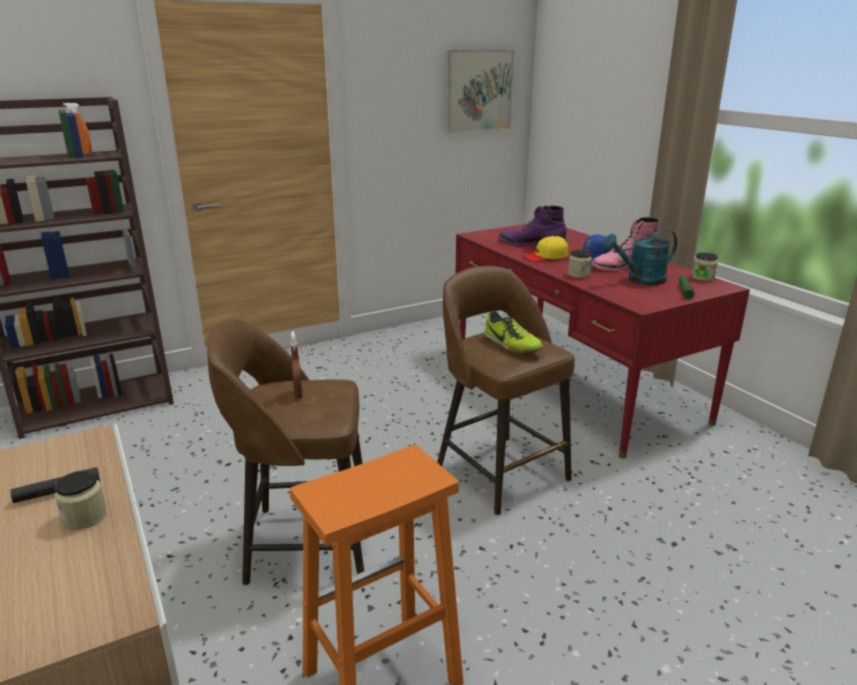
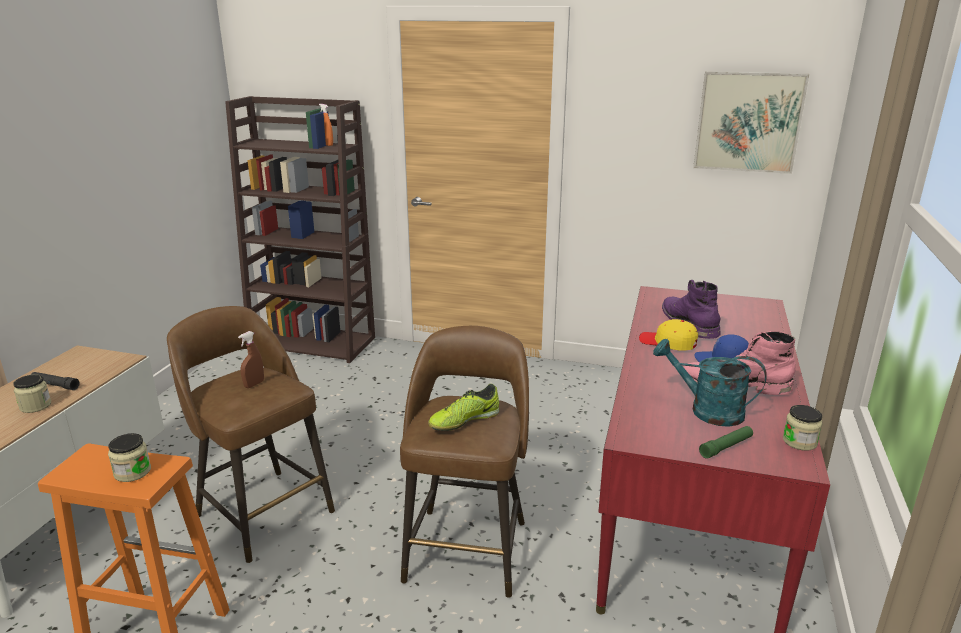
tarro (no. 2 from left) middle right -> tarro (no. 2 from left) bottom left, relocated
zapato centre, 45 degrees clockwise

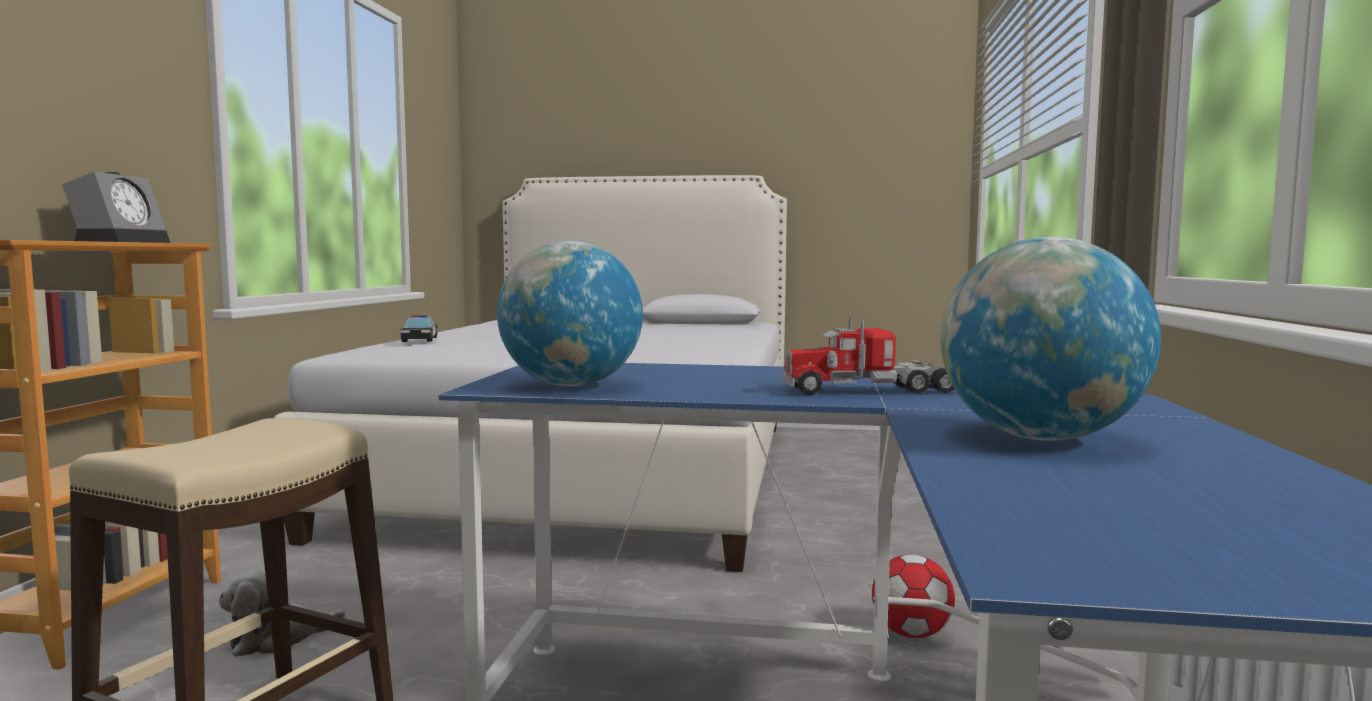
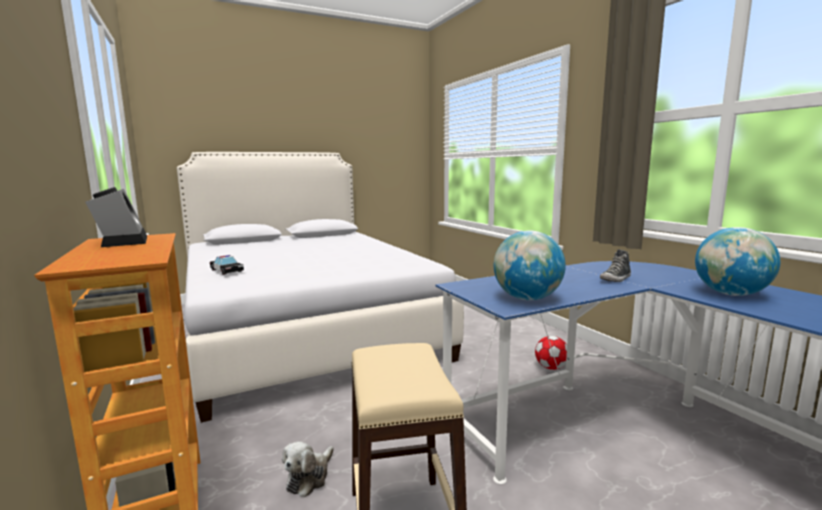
camión de juguete centre -> zapato middle right

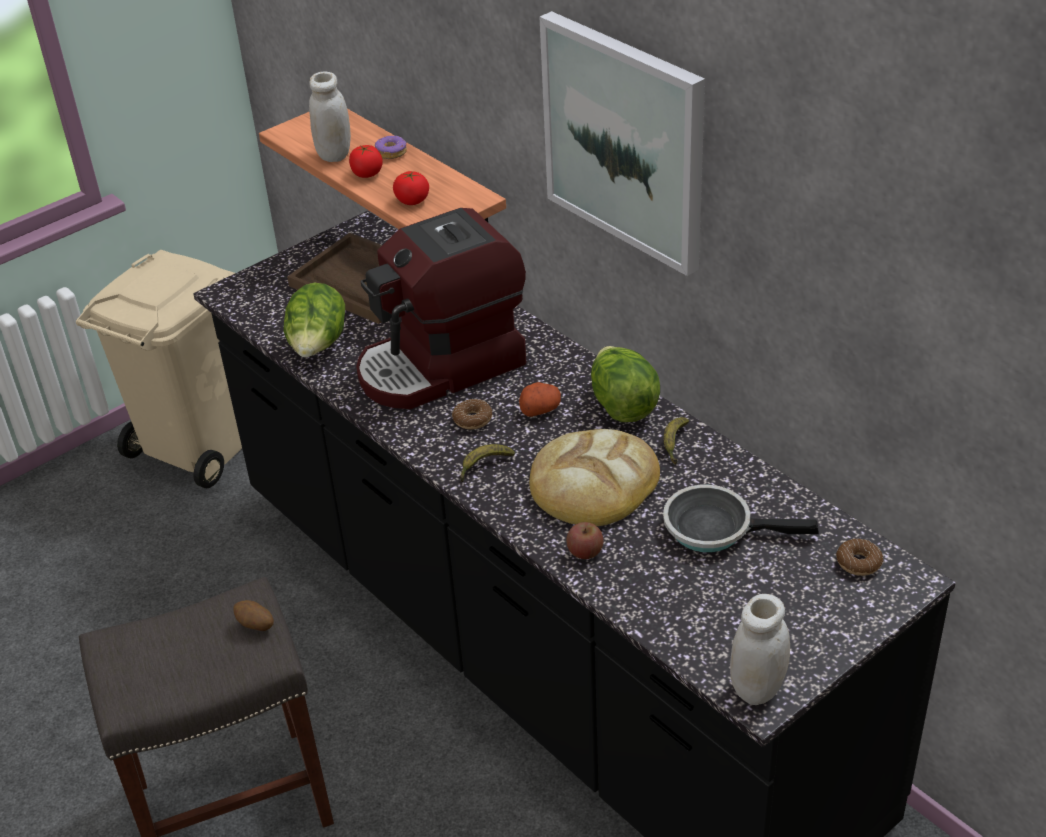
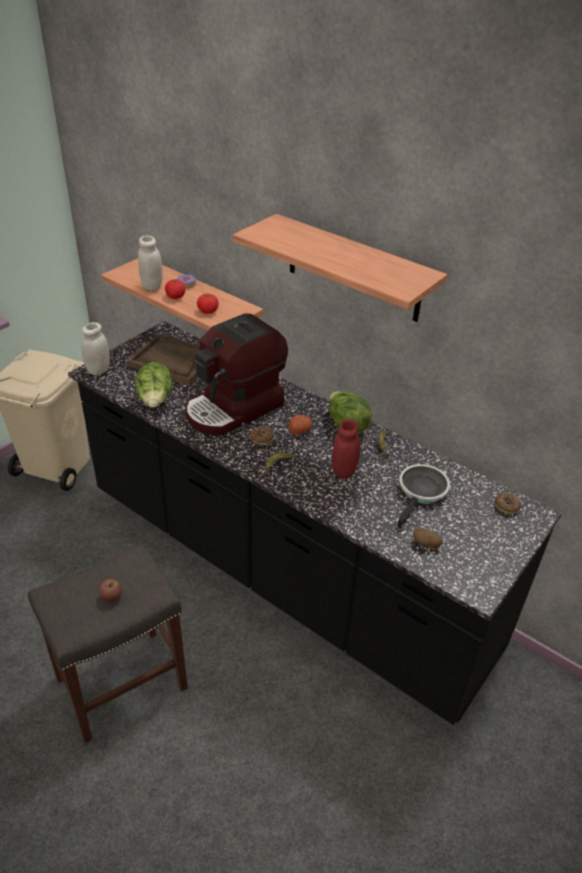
patata (no. 1 from left in the first image) bottom left -> patata (no. 2 from left) middle right, relocated
manzana centre -> manzana bottom left, relocated
tarro (blanco) (no. 2 from left in the first image) bottom right -> tarro (blanco) (no. 1 from left) middle left, relocated
pan centre -> tarro (rojo) centre
cuadro top centre -> estante (no. 2 from left) top centre
sartén middle right, 120 degrees clockwise

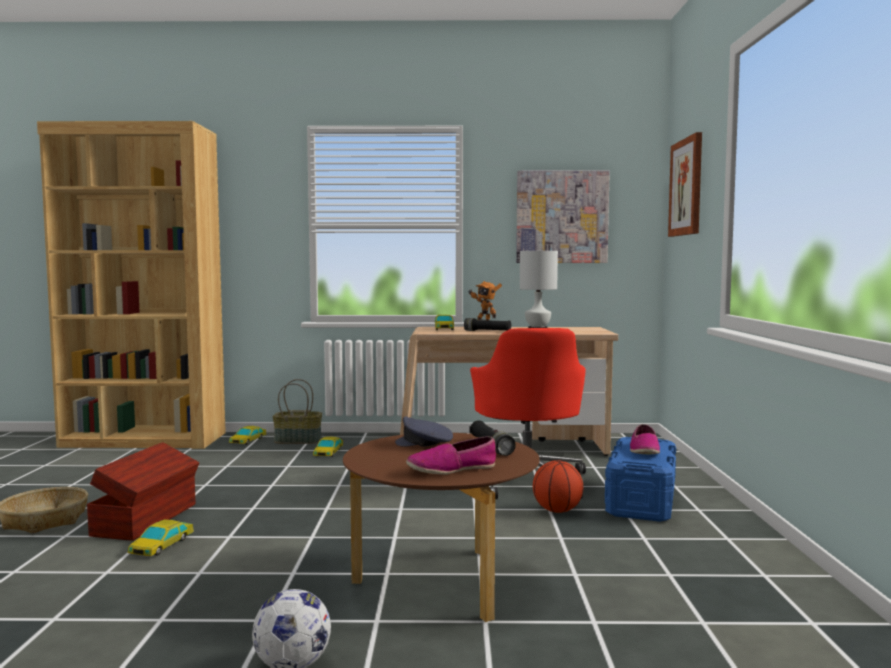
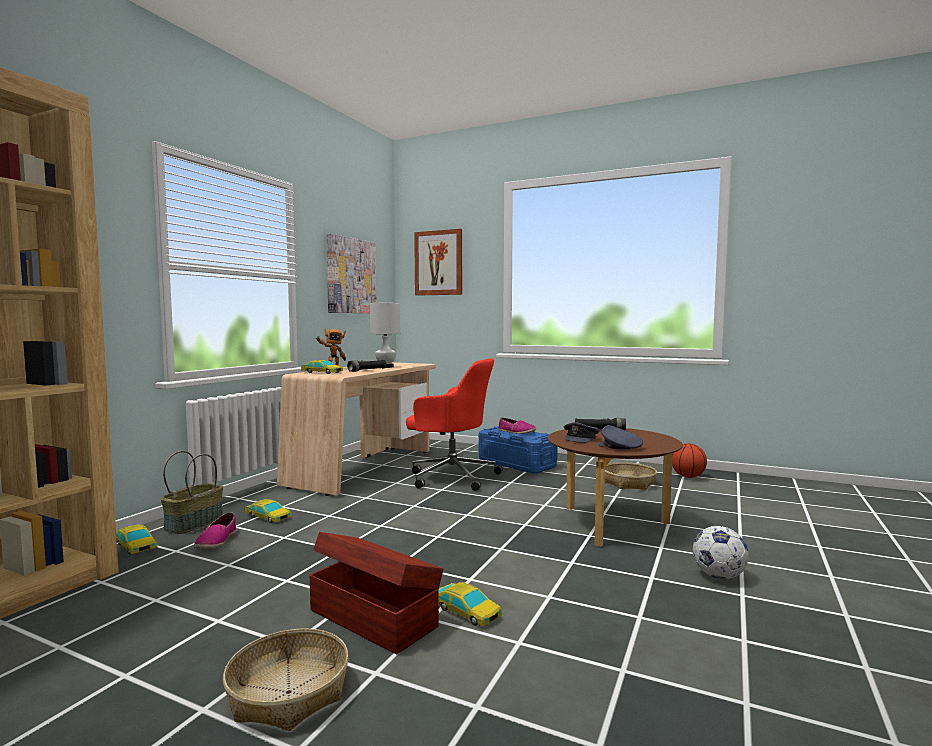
none -> gorra (gris) (no. 2 from left) centre
none -> cesta (no. 3 from left) middle right
zapato (no. 1 from left) bottom centre -> zapato (no. 1 from left) bottom left, relocated
balón de baloncesto bottom centre -> balón de baloncesto middle right, relocated

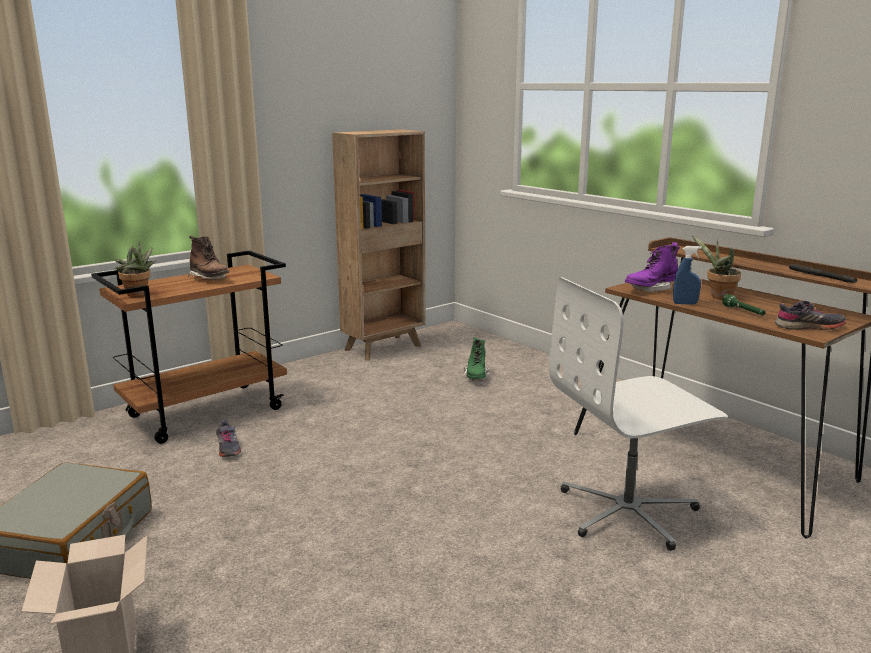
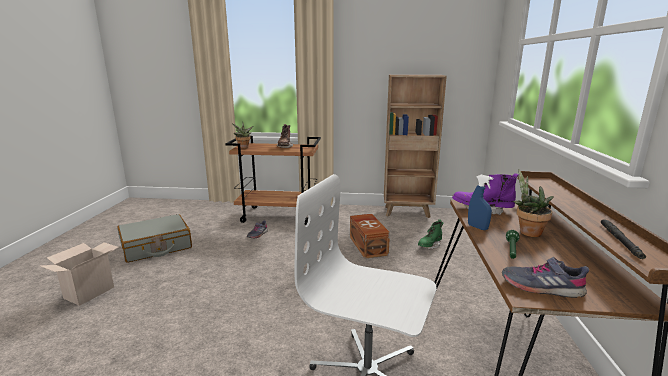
none -> caja de almacenaje (marrón) centre
zapato (gris) (no. 2 from left) middle right -> zapato (gris) (no. 2 from left) bottom right, 150 degrees clockwise

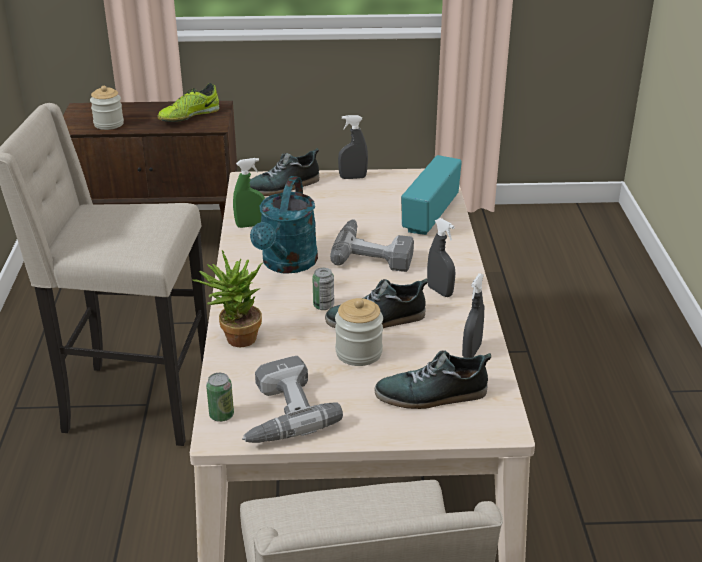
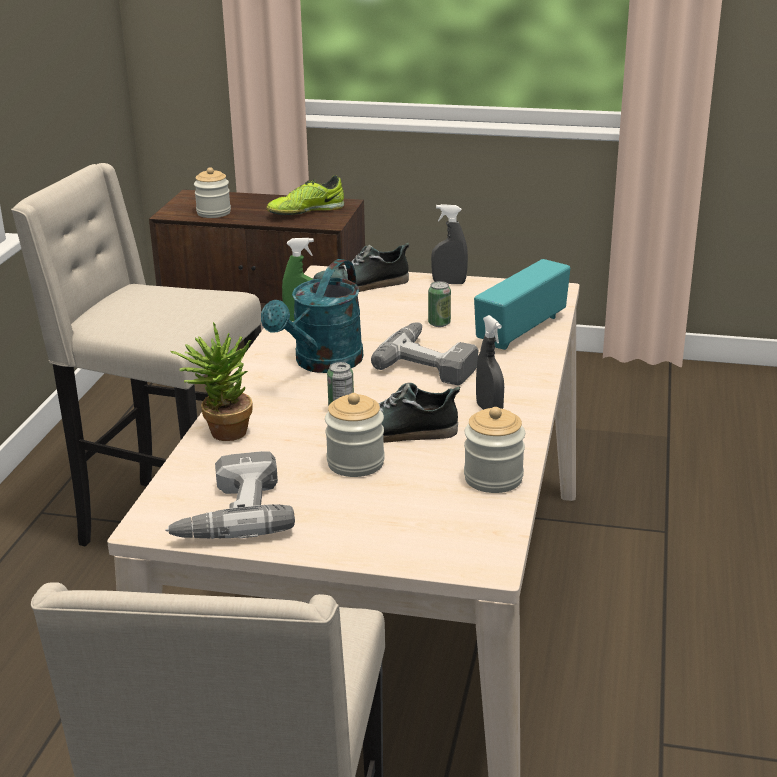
zapato (no. 4 from left) bottom centre -> none
lata (no. 1 from left in the first image) bottom left -> lata (no. 2 from left) centre, relocated
pulverizador (gris) (no. 3 from left) middle right -> tarro (no. 3 from left) centre

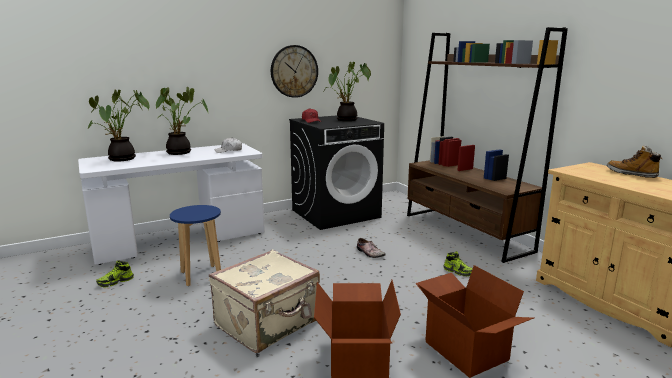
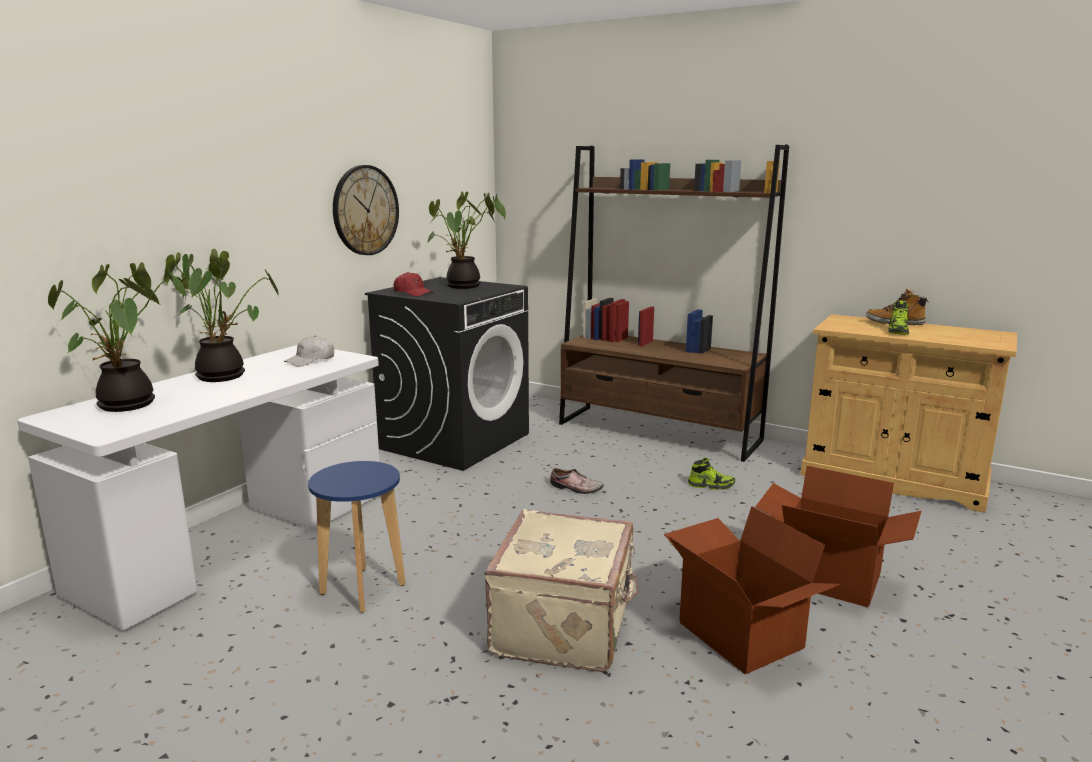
zapato (no. 1 from left in the first image) bottom left -> zapato (no. 3 from left) middle right, relocated

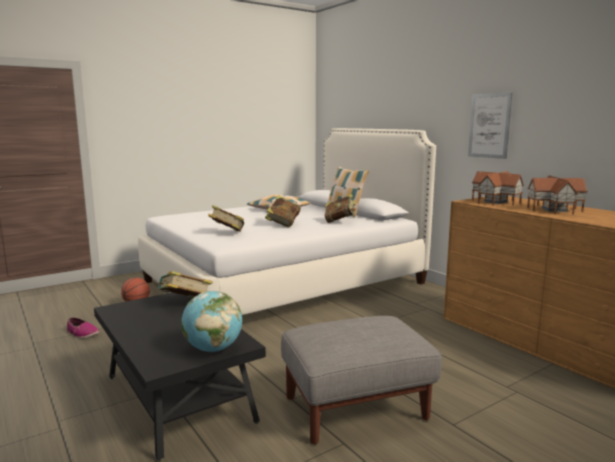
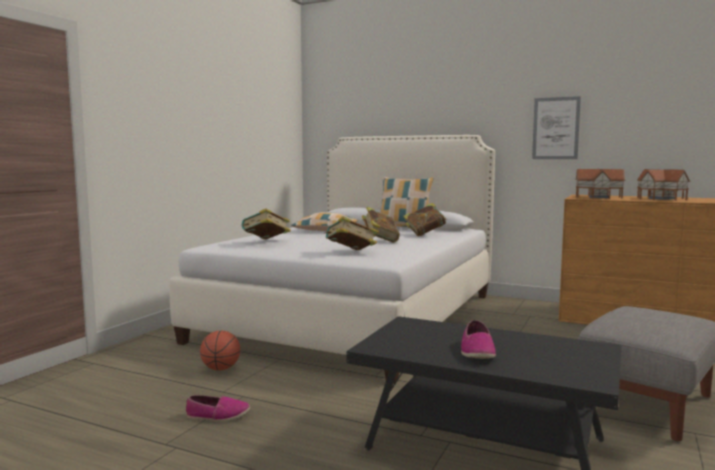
globo terráqueo bottom centre -> none
none -> zapato (no. 2 from left) bottom right
libro (no. 1 from left) middle left -> libro (no. 1 from left) centre, relocated

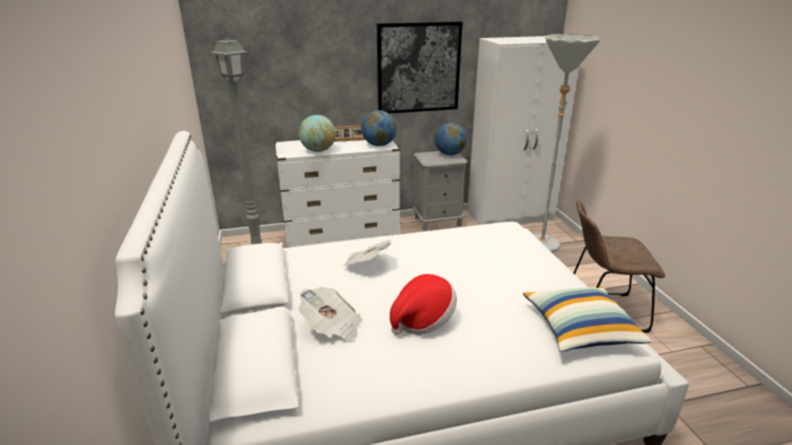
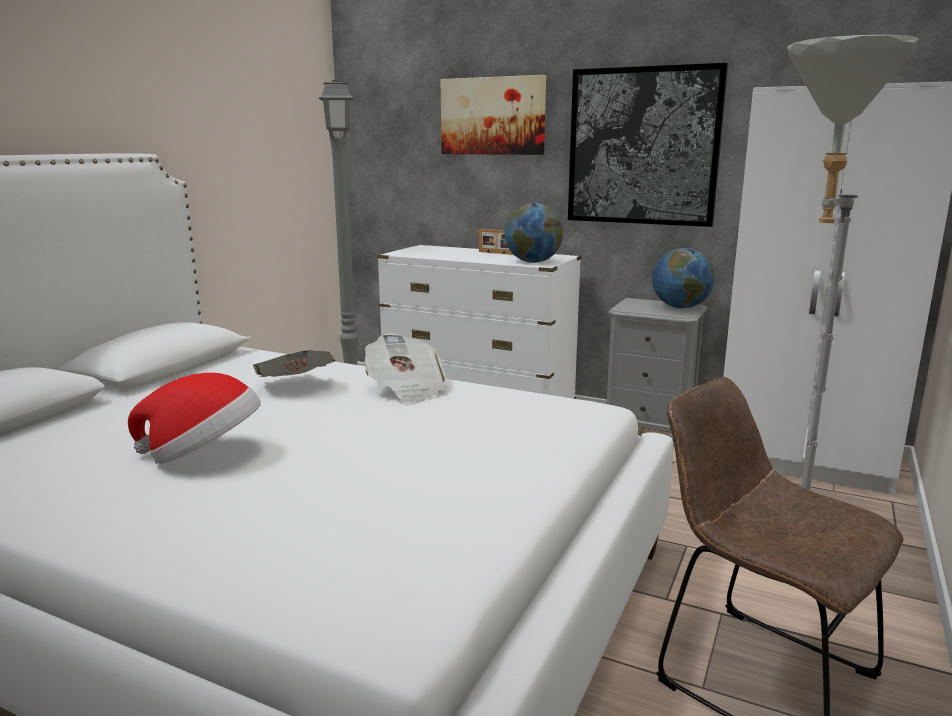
globo terráqueo (no. 1 from left) top centre -> none
cojín bottom right -> none
none -> cuadro (no. 1 from left) top centre
periódico (no. 1 from left in the first image) bottom centre -> periódico (no. 2 from left) centre, relocated

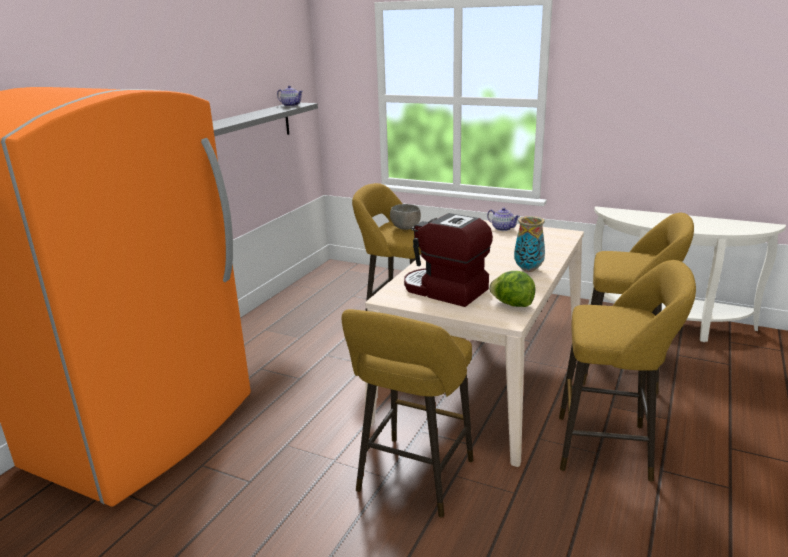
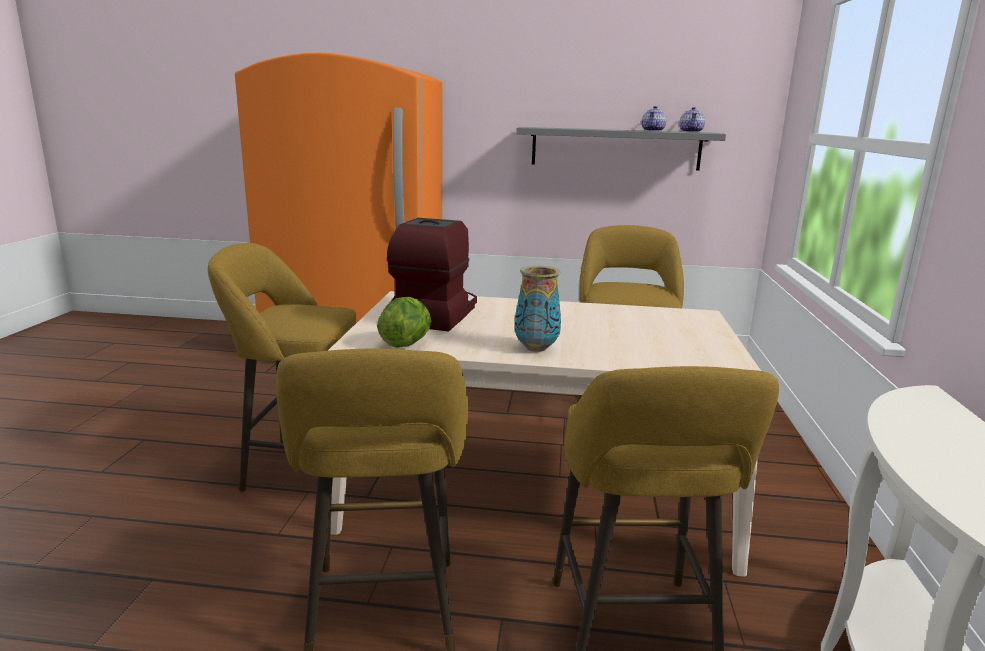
cuenco (gris) centre -> none
tetera (no. 2 from left in the first image) centre -> tetera (no. 1 from left) top centre, relocated

